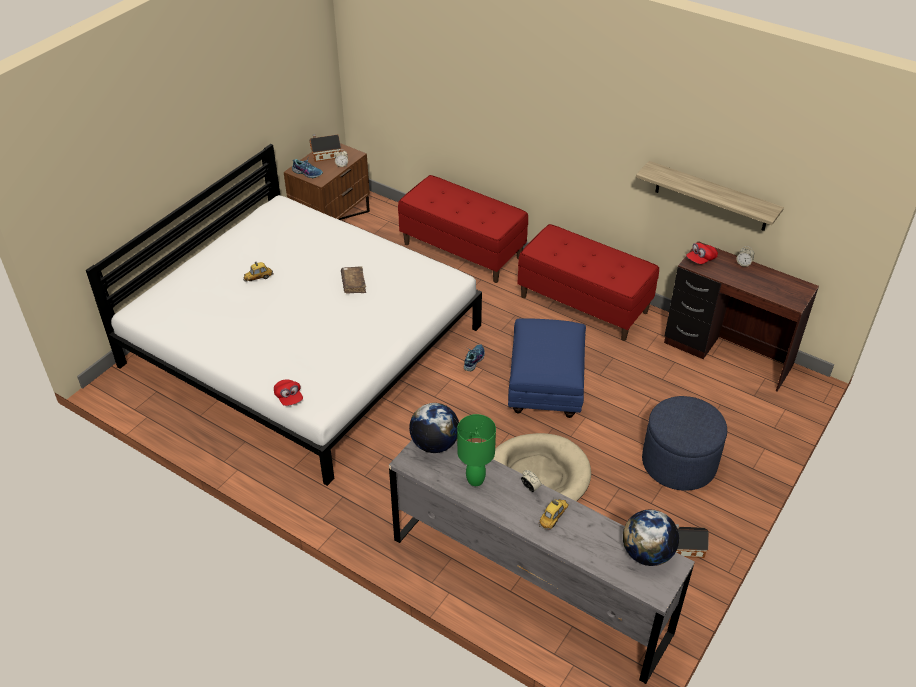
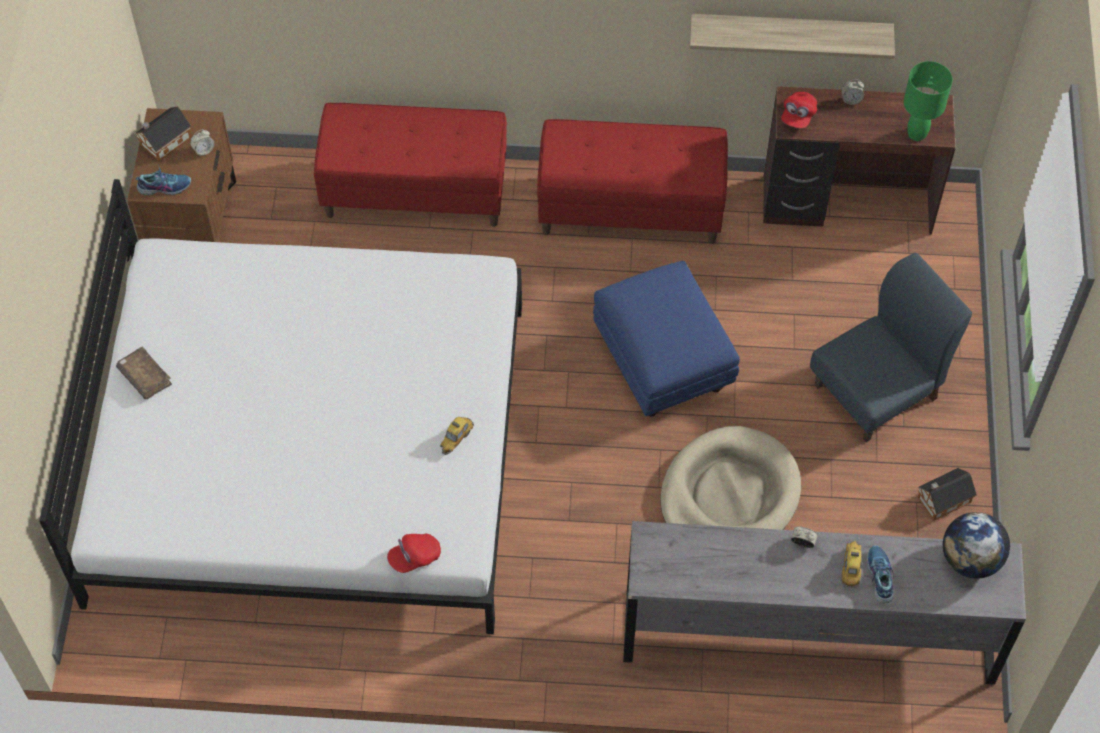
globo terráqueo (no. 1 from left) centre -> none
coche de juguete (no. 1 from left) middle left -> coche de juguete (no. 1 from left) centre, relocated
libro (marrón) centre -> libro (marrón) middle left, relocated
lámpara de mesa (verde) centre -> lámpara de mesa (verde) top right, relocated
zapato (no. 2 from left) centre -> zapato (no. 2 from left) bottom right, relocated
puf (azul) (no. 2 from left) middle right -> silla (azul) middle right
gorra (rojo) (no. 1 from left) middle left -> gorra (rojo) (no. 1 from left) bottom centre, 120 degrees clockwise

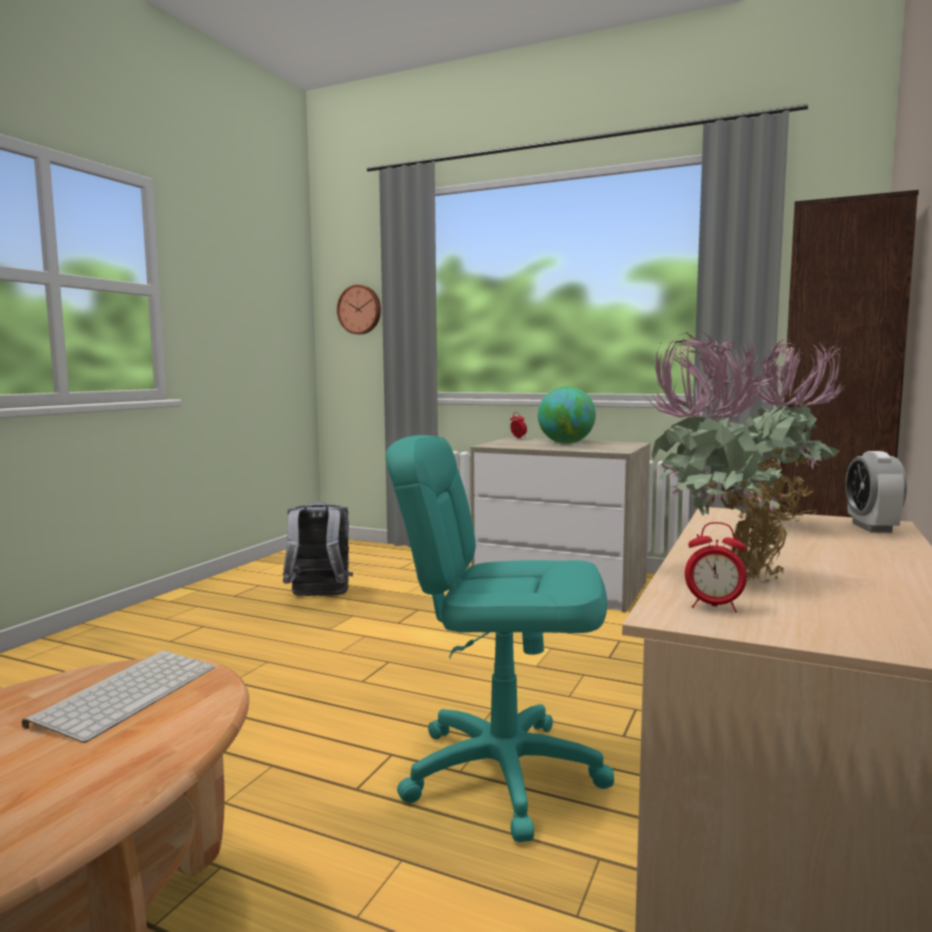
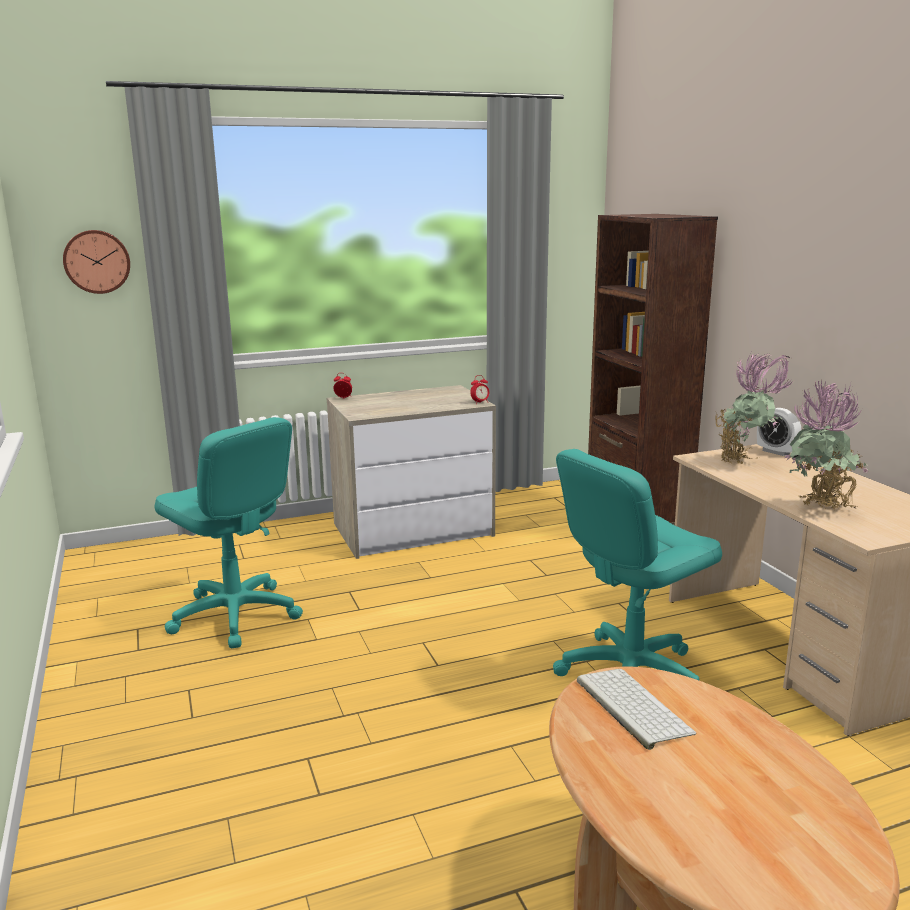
globo terráqueo centre -> none
despertador (no. 2 from left) middle right -> despertador (no. 2 from left) centre, relocated
mochila (gris) centre -> silla de oficina (turquesa) (no. 1 from left) middle left

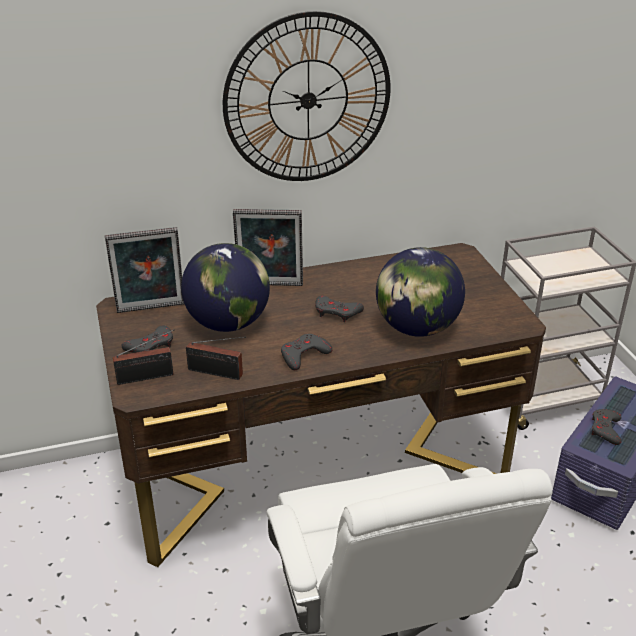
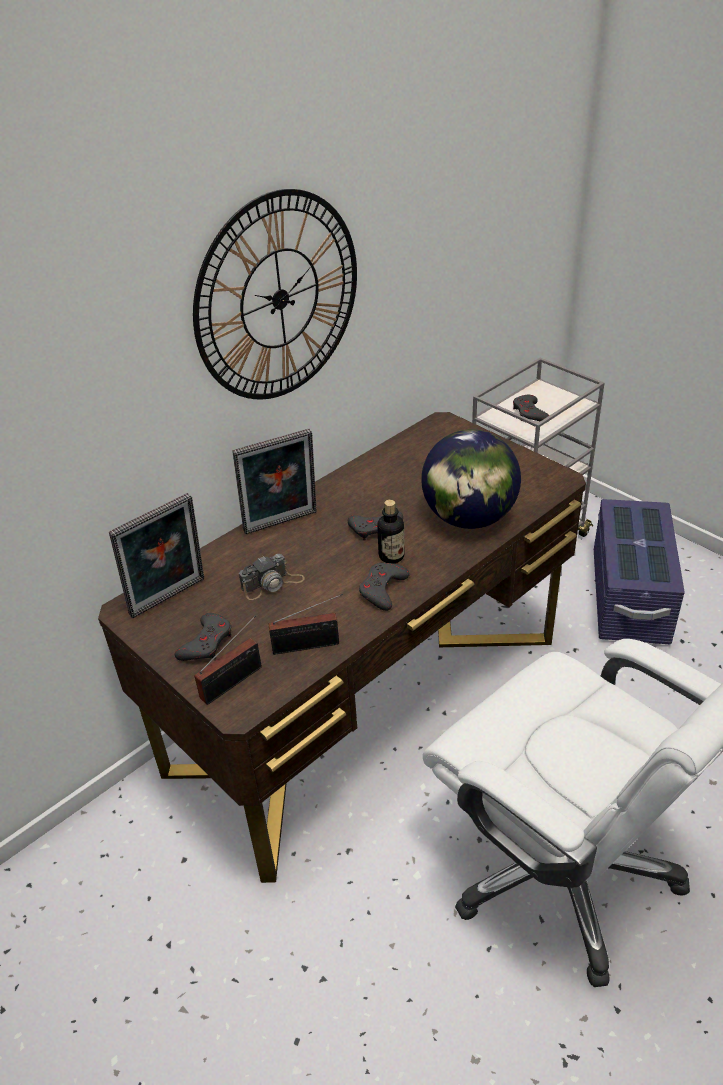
none -> botella centre
mando de consola (gris) (no. 4 from left) bottom right -> mando de consola (gris) (no. 4 from left) middle right, relocated
globo terráqueo (no. 1 from left) centre -> cámara centre

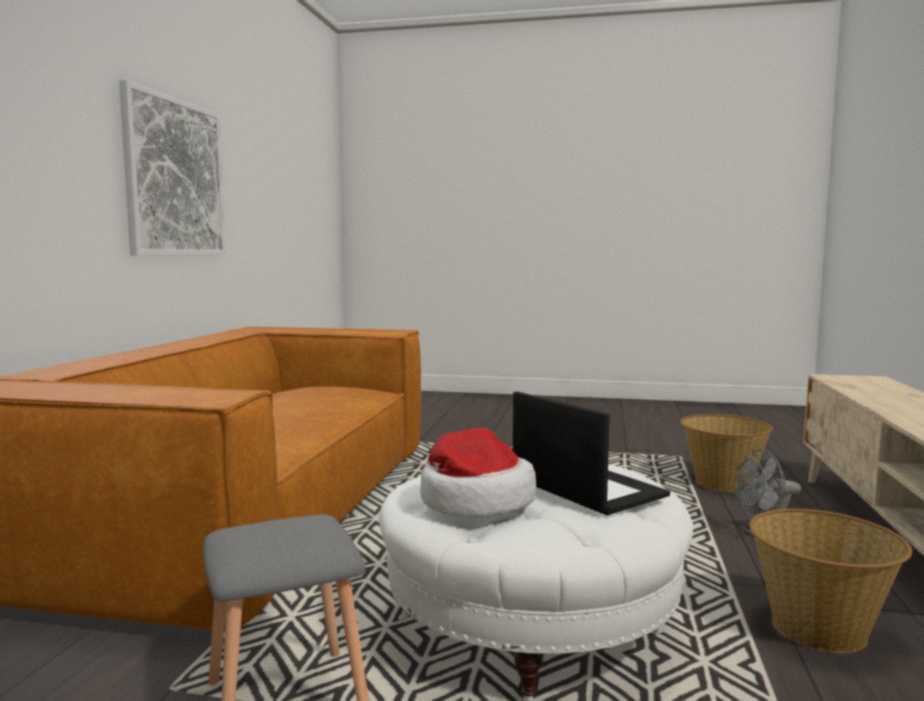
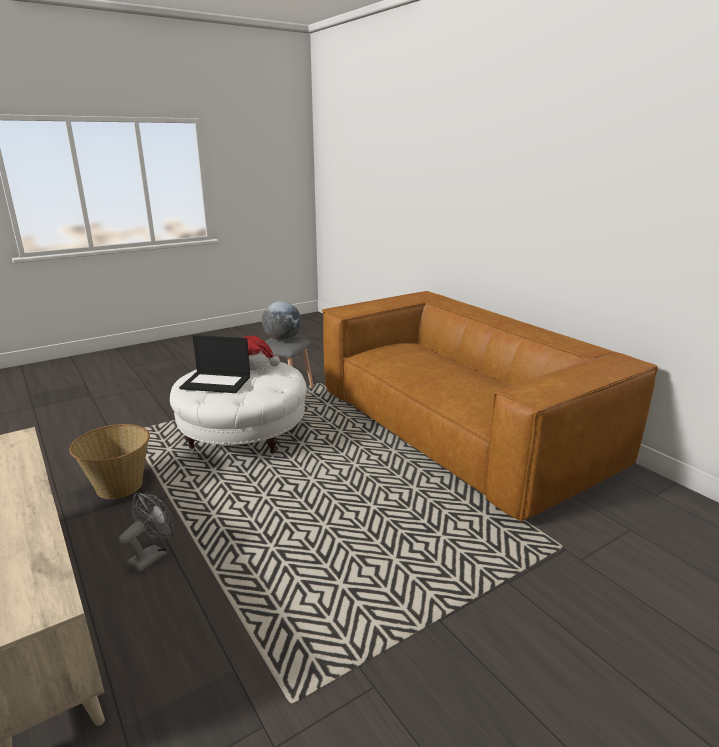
cuadro top left -> none
cesta (no. 1 from left) middle right -> none
none -> globo terráqueo centre

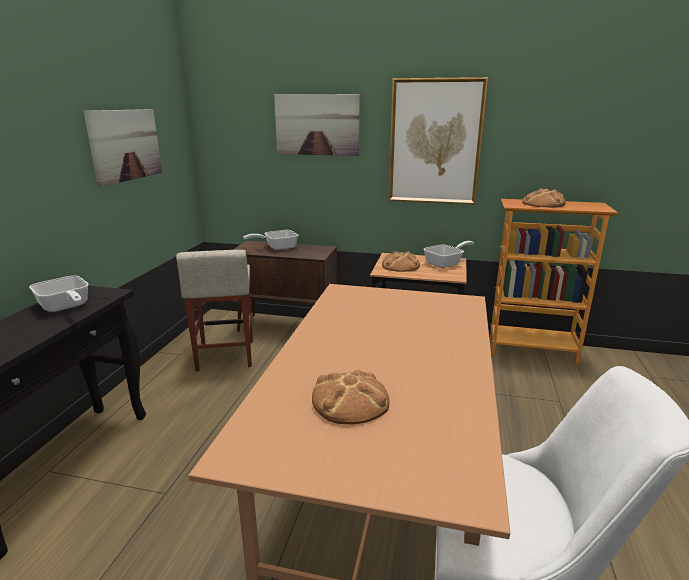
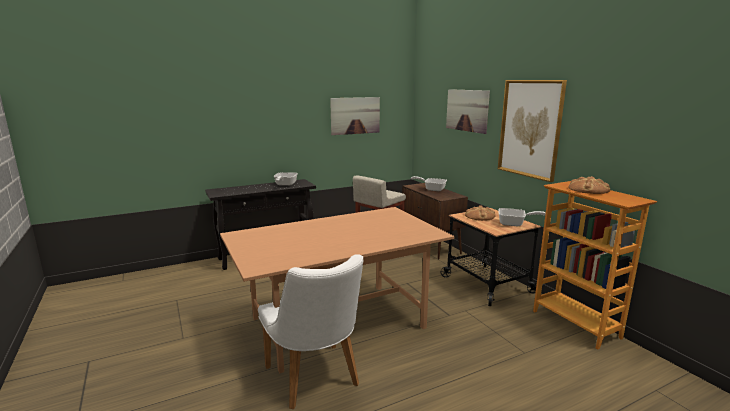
pan (no. 1 from left) bottom centre -> none

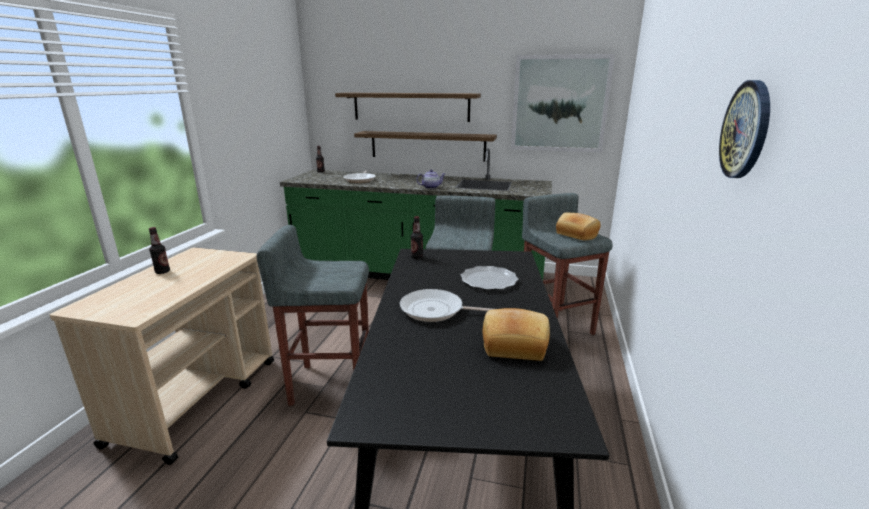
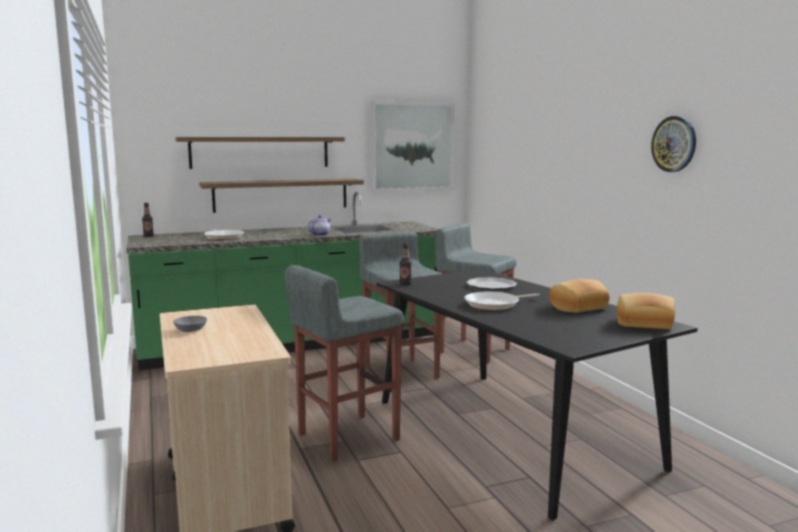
pan (no. 2 from left) centre -> pan (no. 2 from left) middle right, relocated
botella (no. 1 from left) middle left -> cuenco (gris) middle left

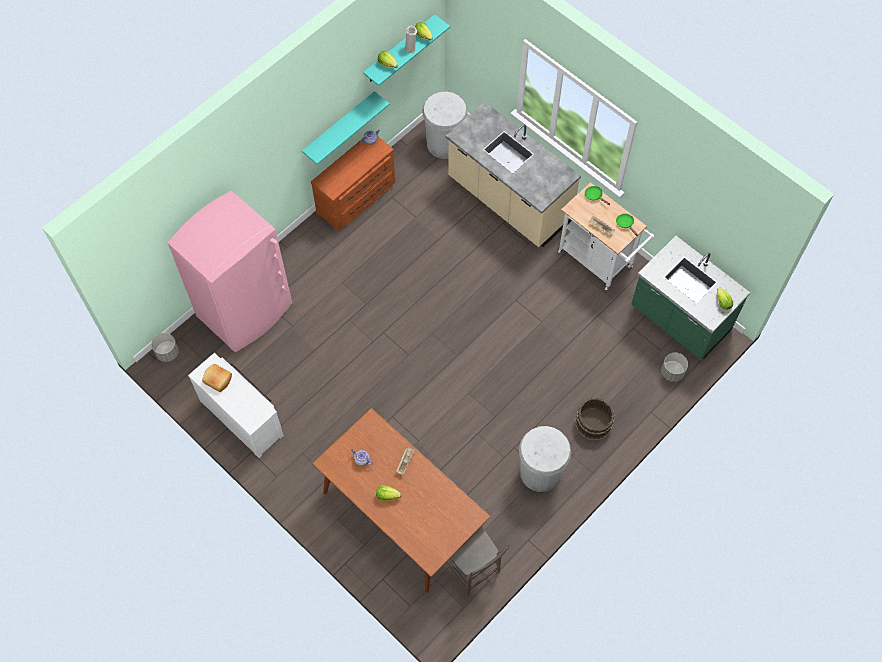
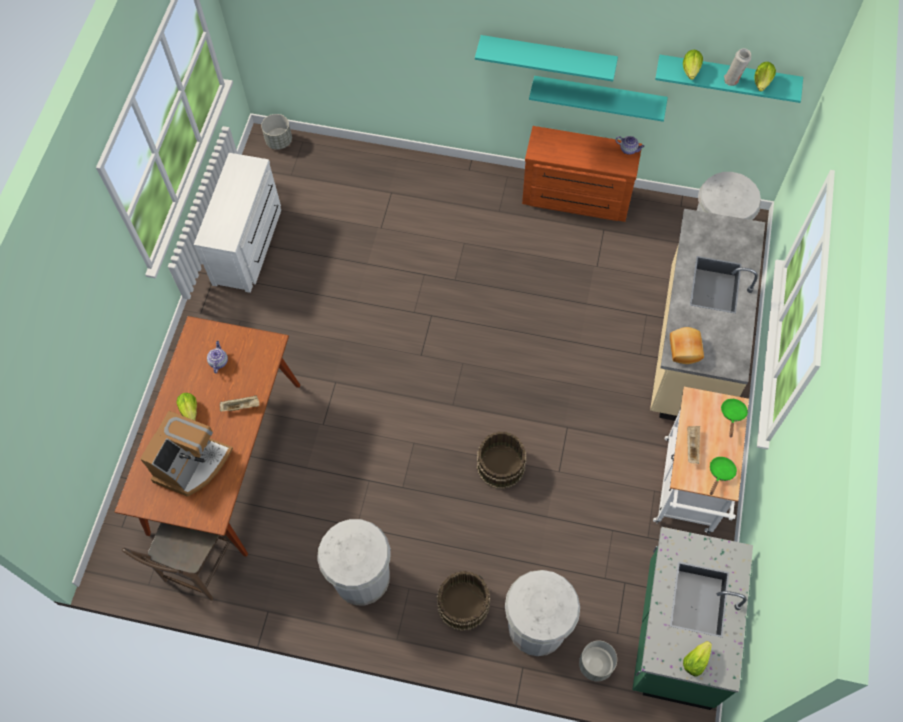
nevera (rosa) middle left -> none
none -> cafetera middle left
none -> estante (turquesa) (no. 1 from left) top centre
none -> cubo (marrón) (no. 2 from left) centre
none -> papelera (blanco) (no. 2 from left) bottom centre
pan middle left -> pan middle right, relocated

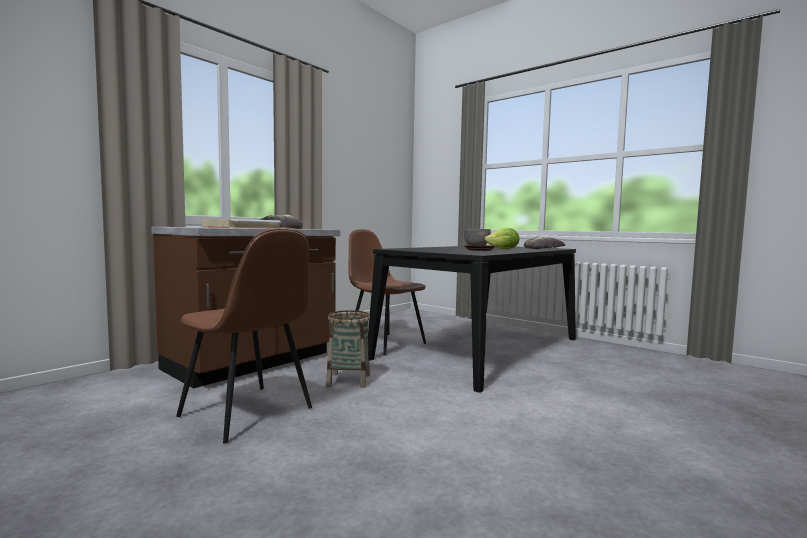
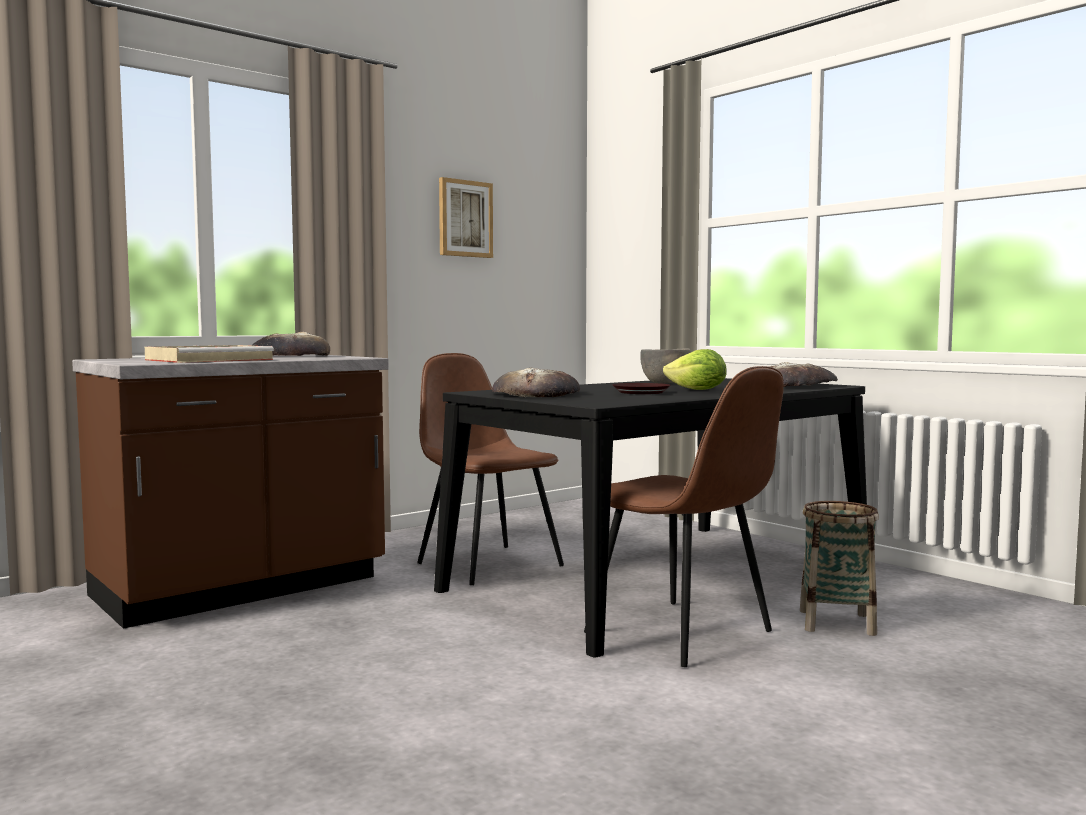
none -> cuadro top centre
none -> pan (no. 2 from left) centre
silla (marrón) (no. 1 from left in the first image) middle left -> silla (marrón) (no. 2 from left) centre, relocated
cesta centre -> cesta bottom right, relocated

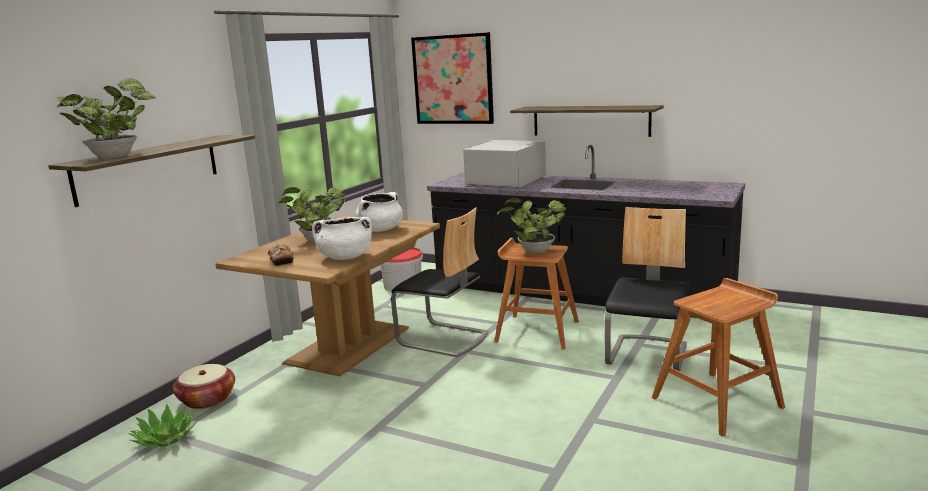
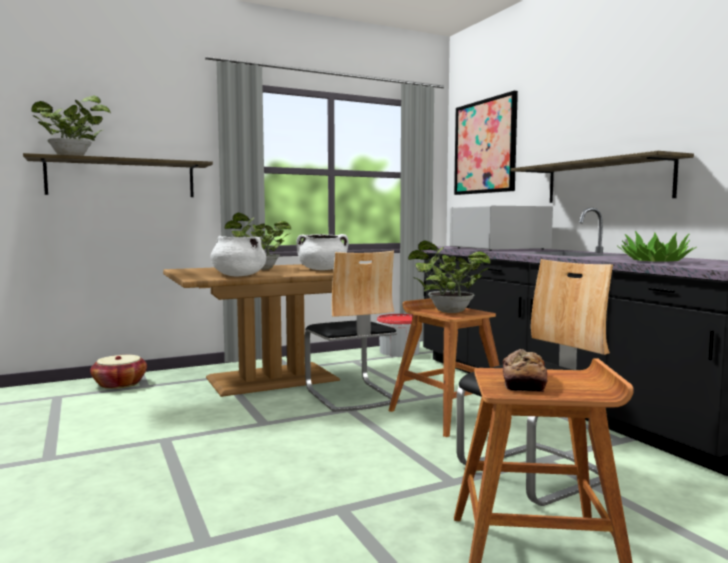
planta en maceta (no. 2 from left in the first image) bottom left -> planta en maceta (no. 4 from left) middle right, relocated
pan middle left -> pan middle right, relocated

